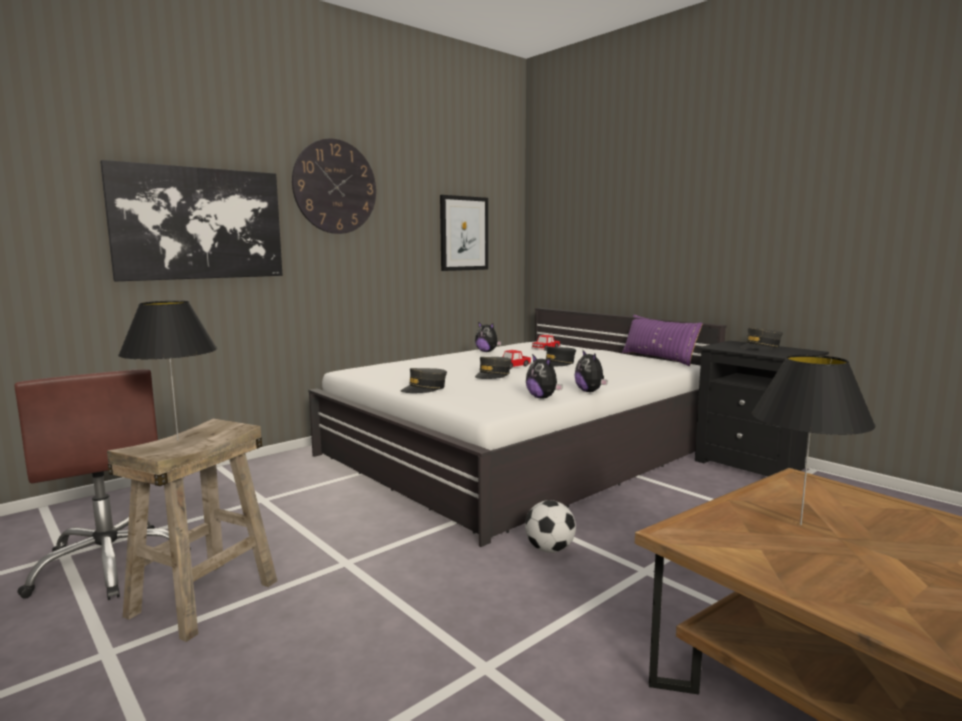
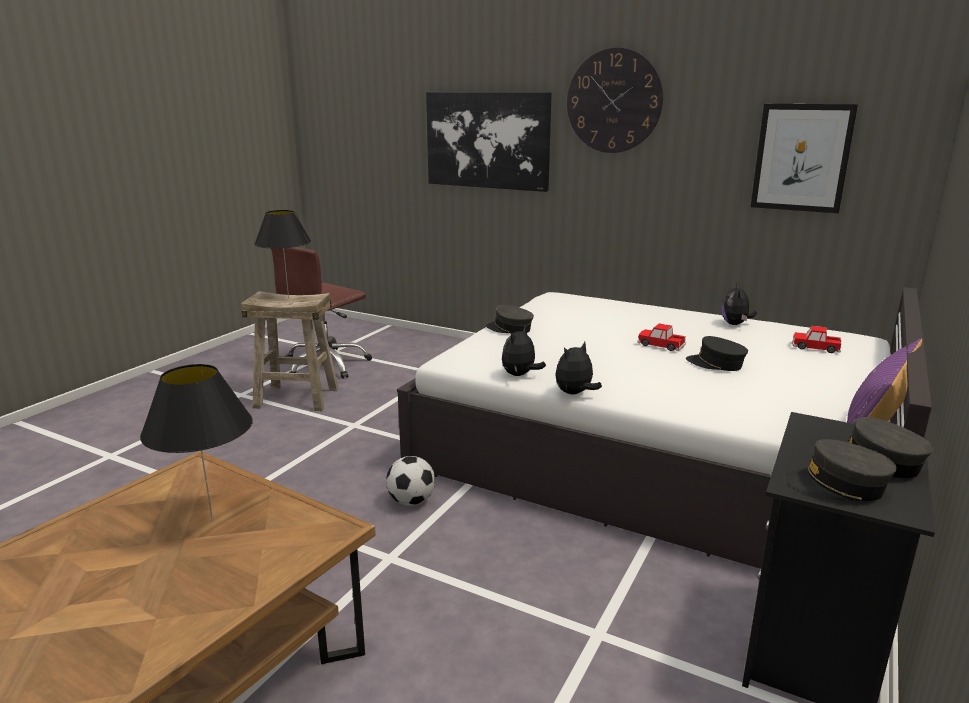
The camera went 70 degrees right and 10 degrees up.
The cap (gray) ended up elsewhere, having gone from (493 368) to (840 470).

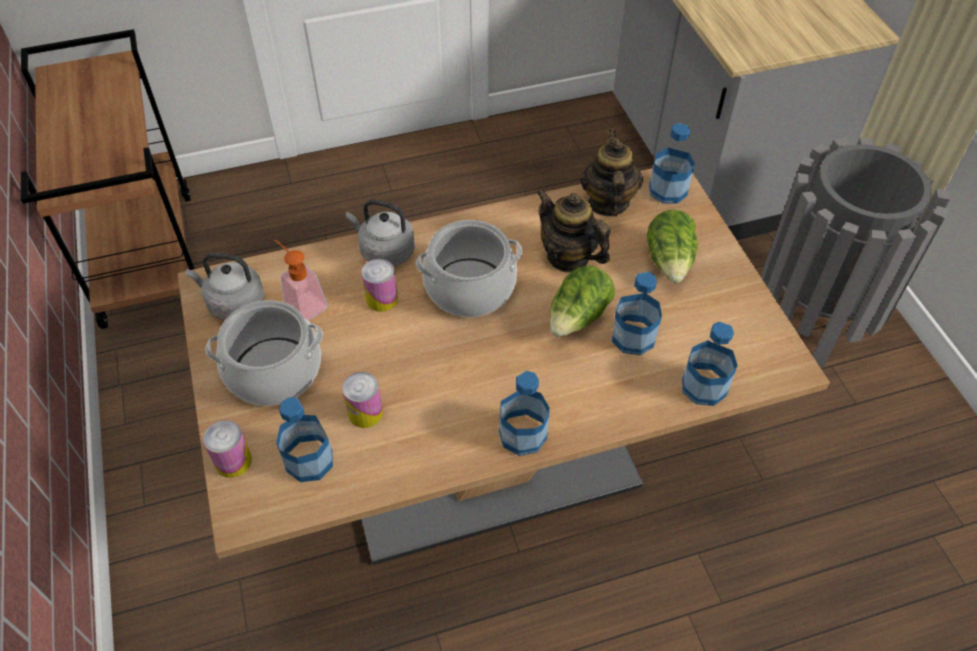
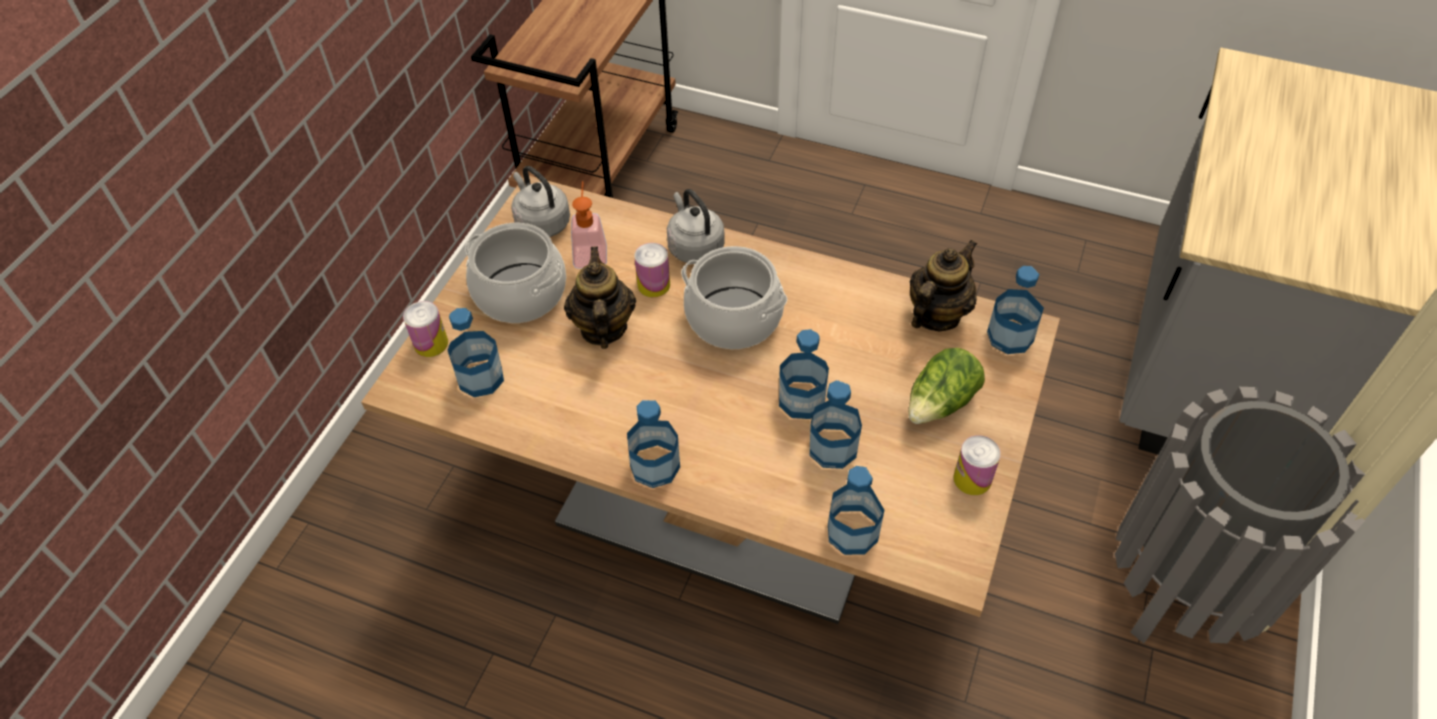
The camera went 40 degrees right and 0 degrees up.
The pot for tea ended up elsewhere, having gone from (573 231) to (600 297).
Where the lettuce stood at (582 301), the drink bottle came to stand at (804 374).
The can ended up elsewhere, having gone from (362 400) to (977 465).

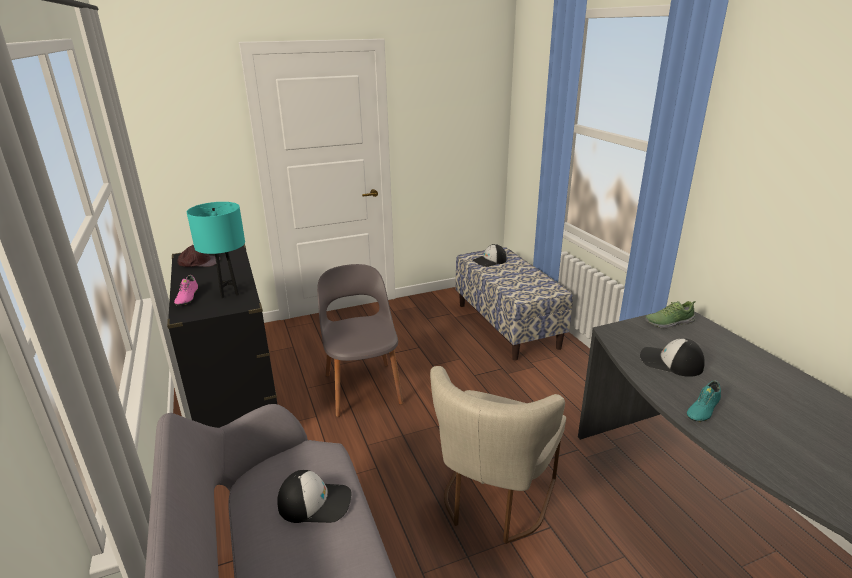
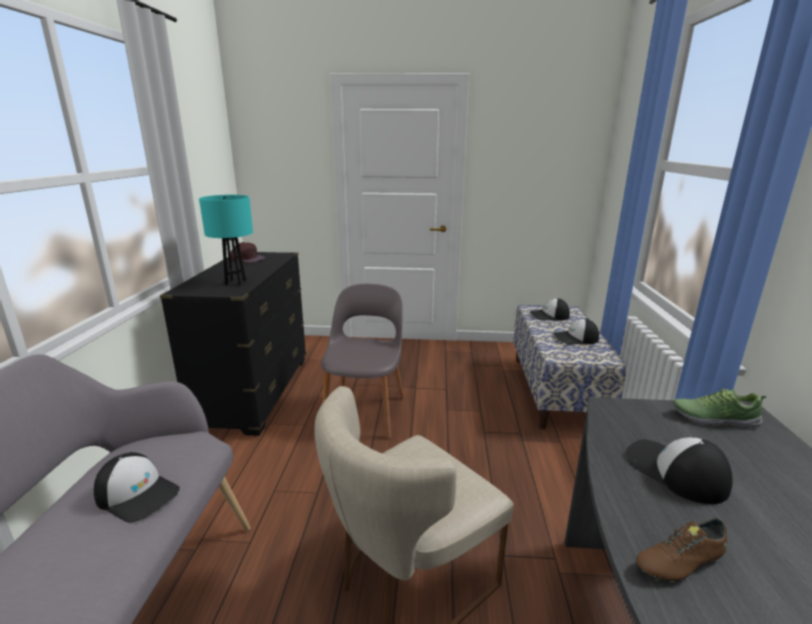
The camera went 25 degrees right and 5 degrees down.
The second view gained the cap at (576 331).
What was the low shoe (turquoise-coloured) at (704 401) turned into the low shoe (brown-coloured) at (681 550).
The second view lost the low shoe (pink-coloured) at (186 290).

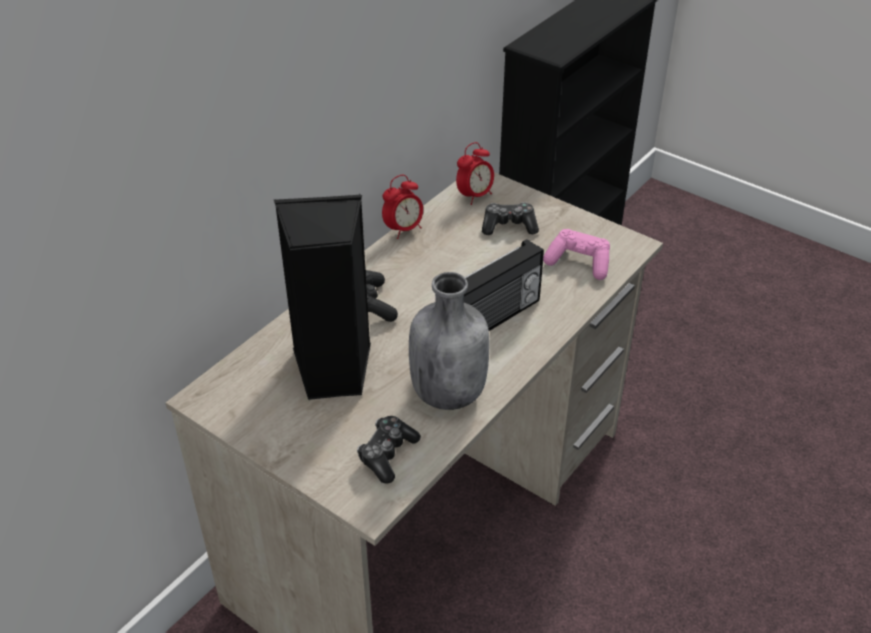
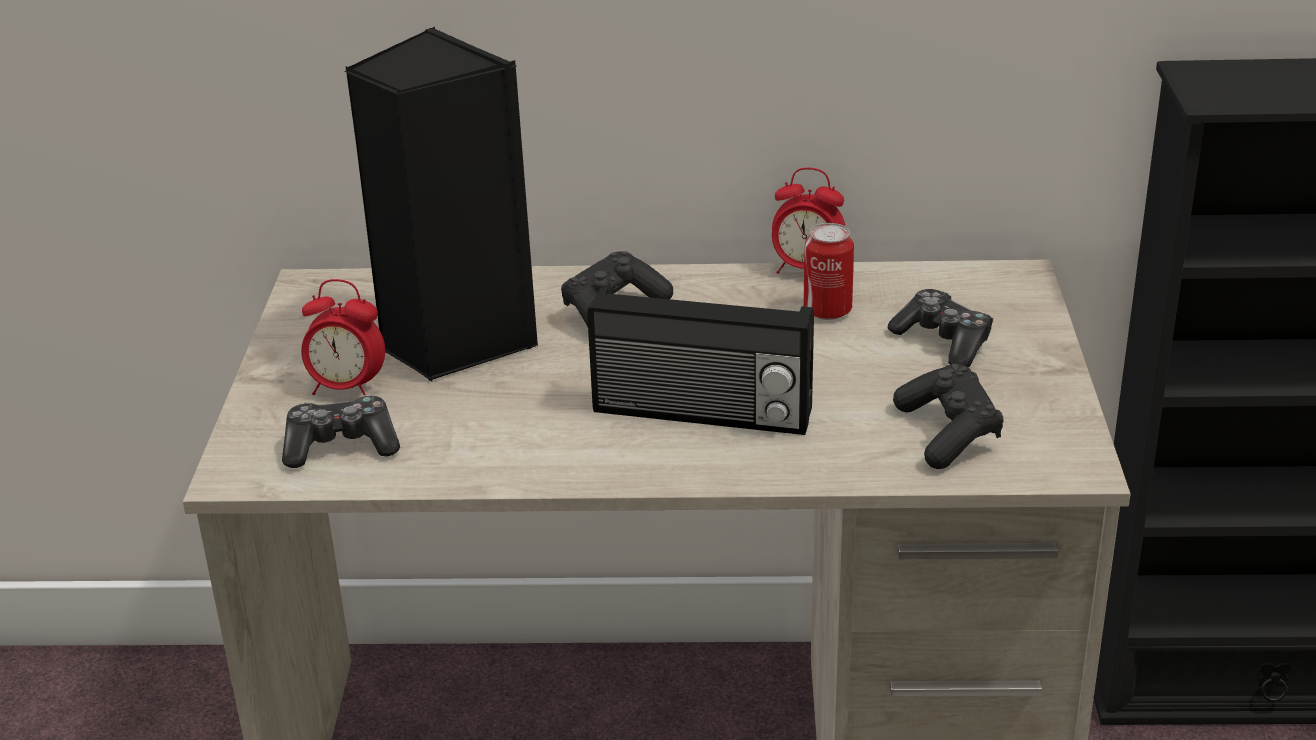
The camera went 55 degrees right and 10 degrees down.
The table clock ended up elsewhere, having gone from (475 173) to (343 337).
The second view gained the can at (828 271).
What was the joypad (pink-coloured) at (576 254) turned into the joypad (blackish) at (948 416).
The second view lost the drink bottle (gray) at (449 341).

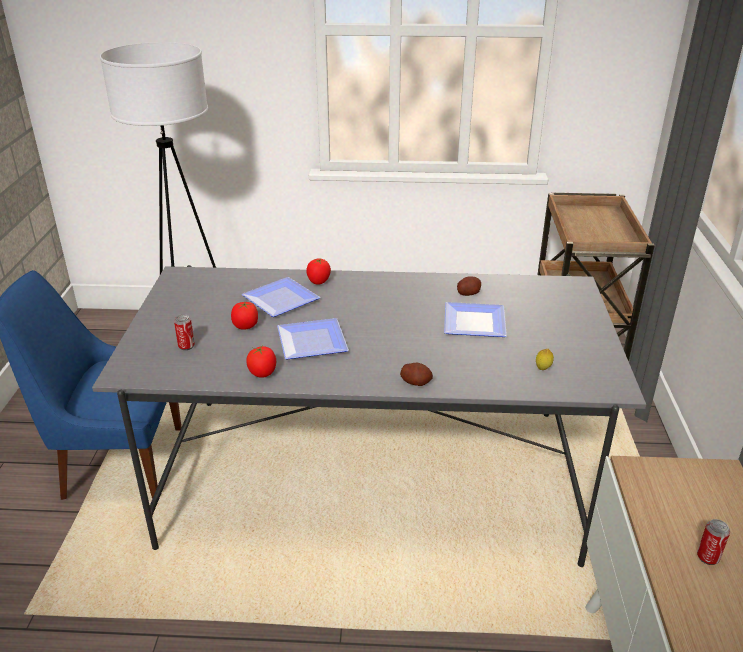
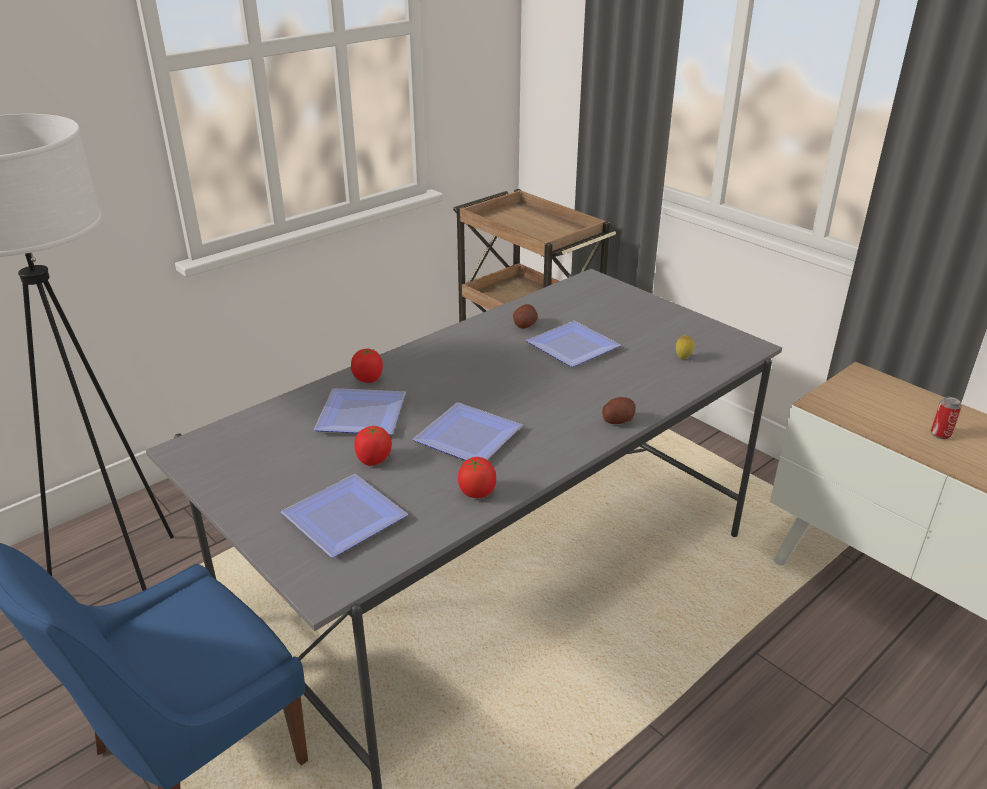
The camera went 45 degrees left and 0 degrees up.
Where the can stood at (184 332), the plate came to stand at (344 515).

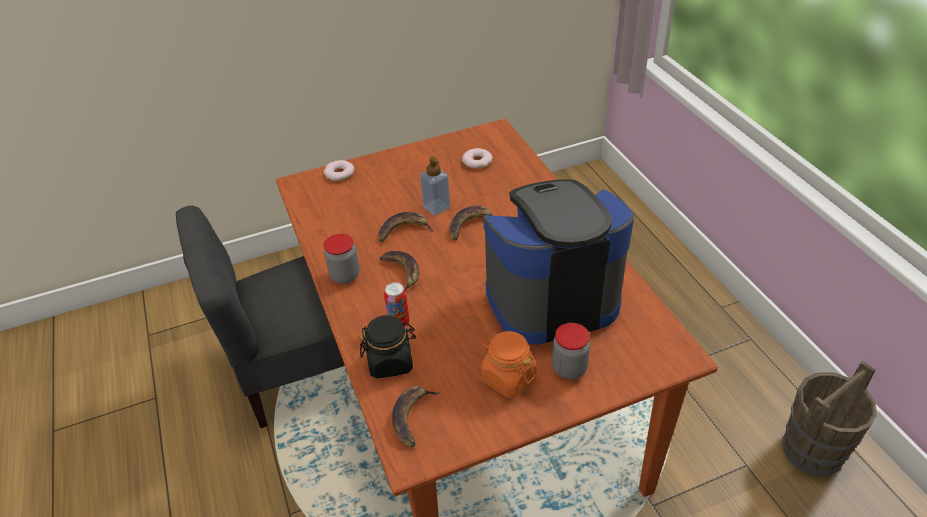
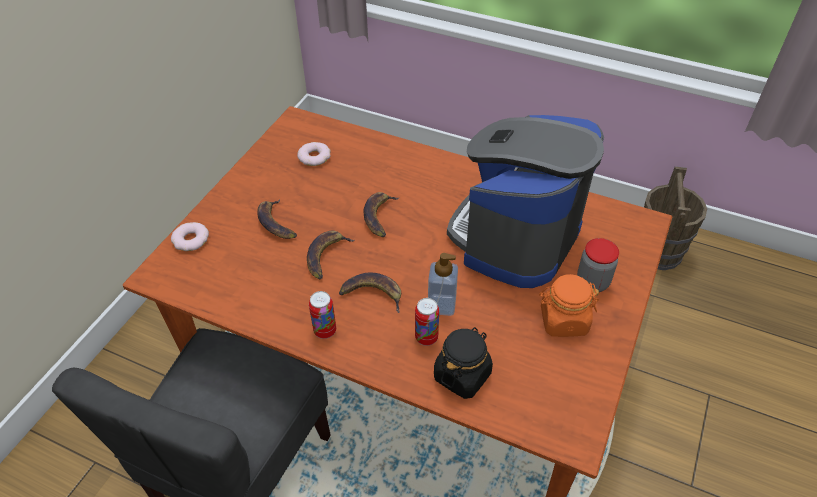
The camera went 45 degrees left and 5 degrees up.
The whole banana ended up elsewhere, having gone from (416 416) to (277 219).
Where the preserve jar stood at (341 259), the can came to stand at (322 315).
The soap bottle ended up elsewhere, having gone from (435 186) to (443 284).

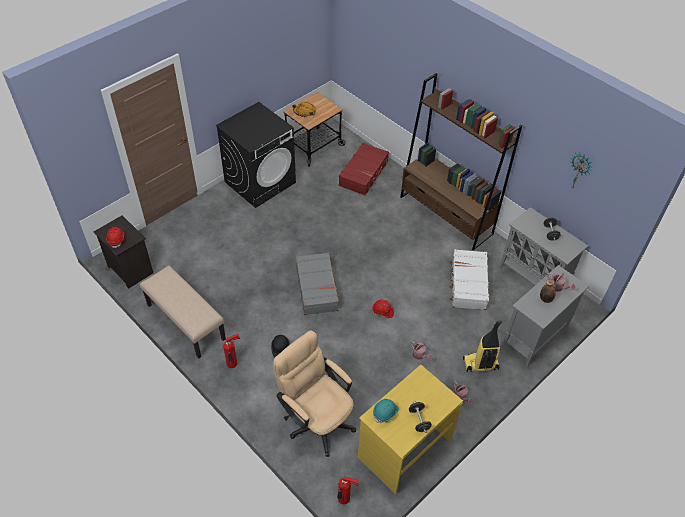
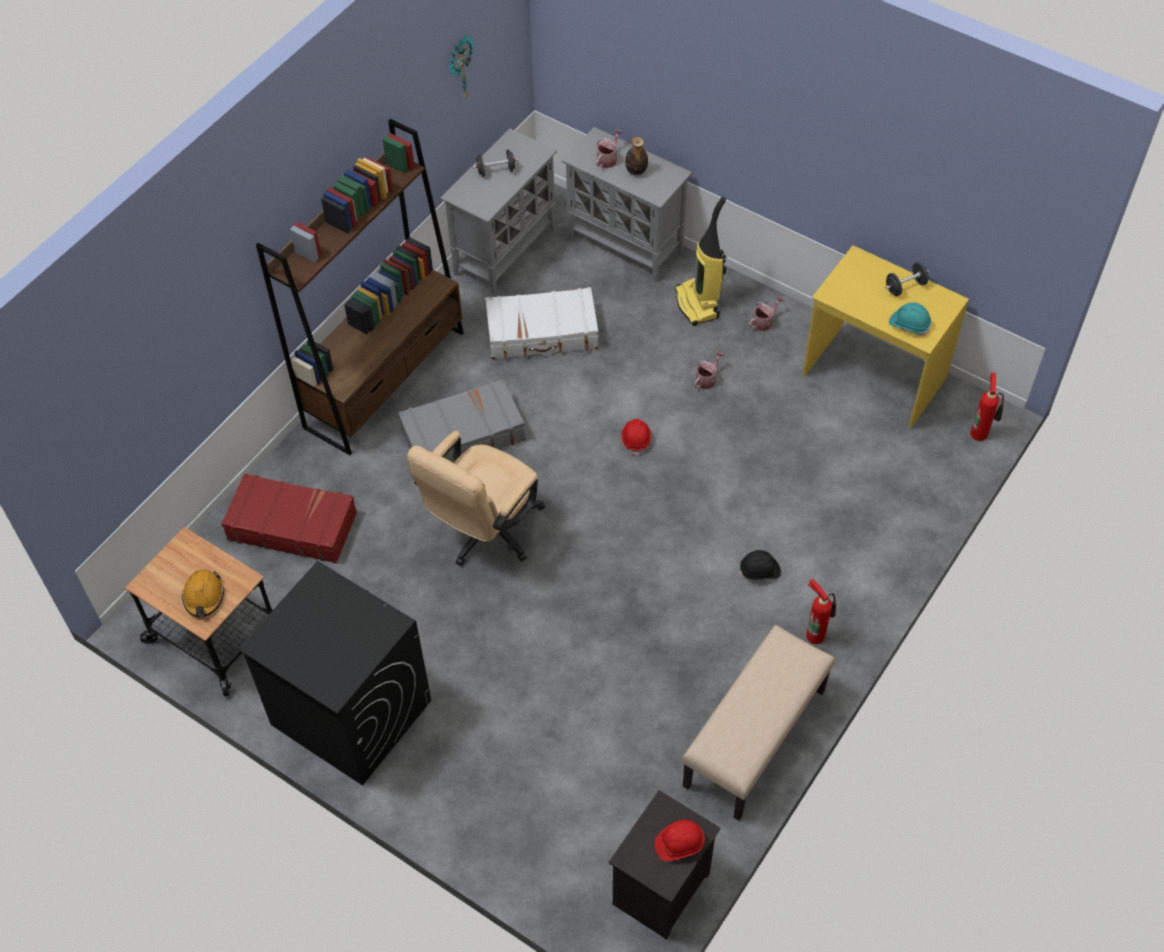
The camera went 100 degrees left and 5 degrees up.
The suitcase (gray) ended up elsewhere, having gone from (318 284) to (462 420).
The desk chair (sand-coloured) ended up elsewhere, having gone from (314 393) to (476 498).

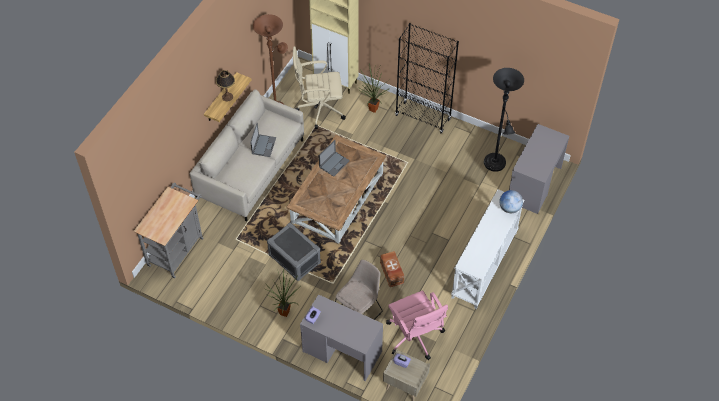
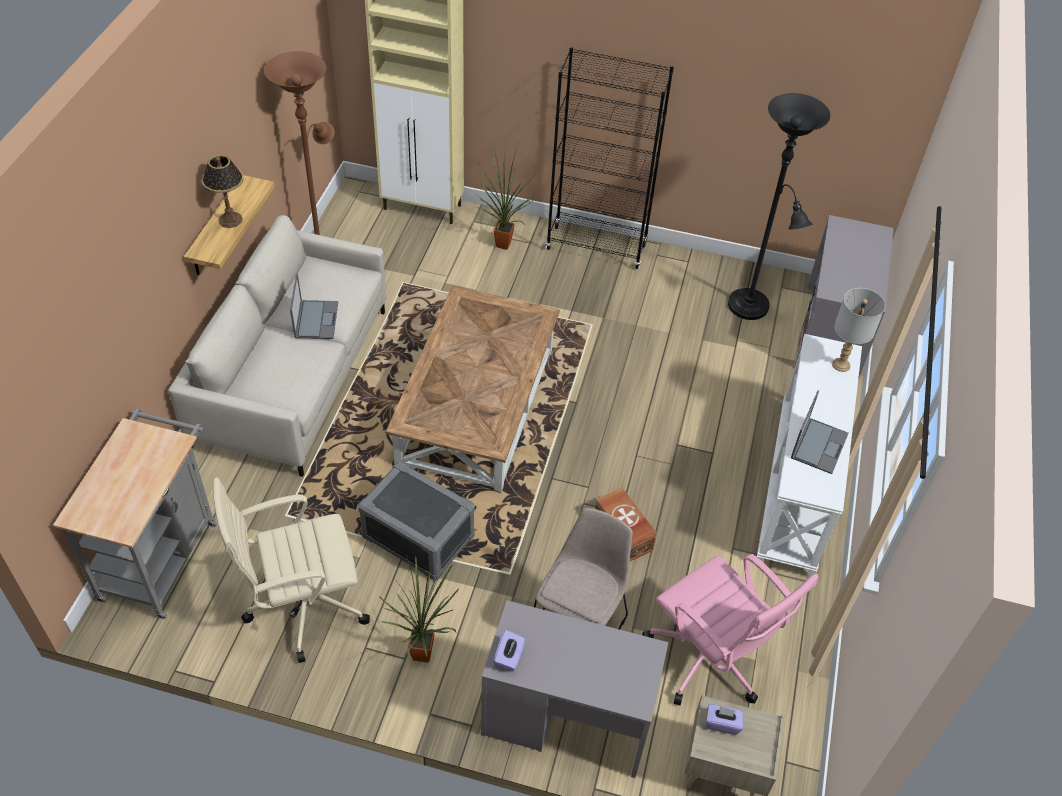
The camera went 15 degrees left and 5 degrees down.
The desk chair (sand-coloured) ended up elsewhere, having gone from (319 87) to (291 570).
The notebook computer ended up elsewhere, having gone from (334 158) to (819 432).
Where the desk globe stood at (511 201), the tabletop lamp (gray) came to stand at (858 330).

